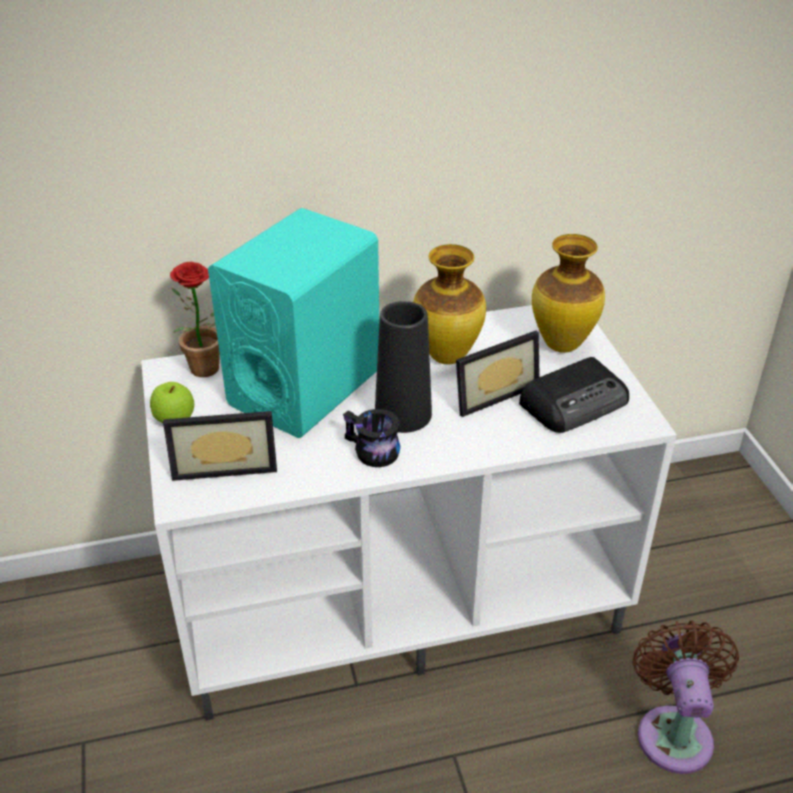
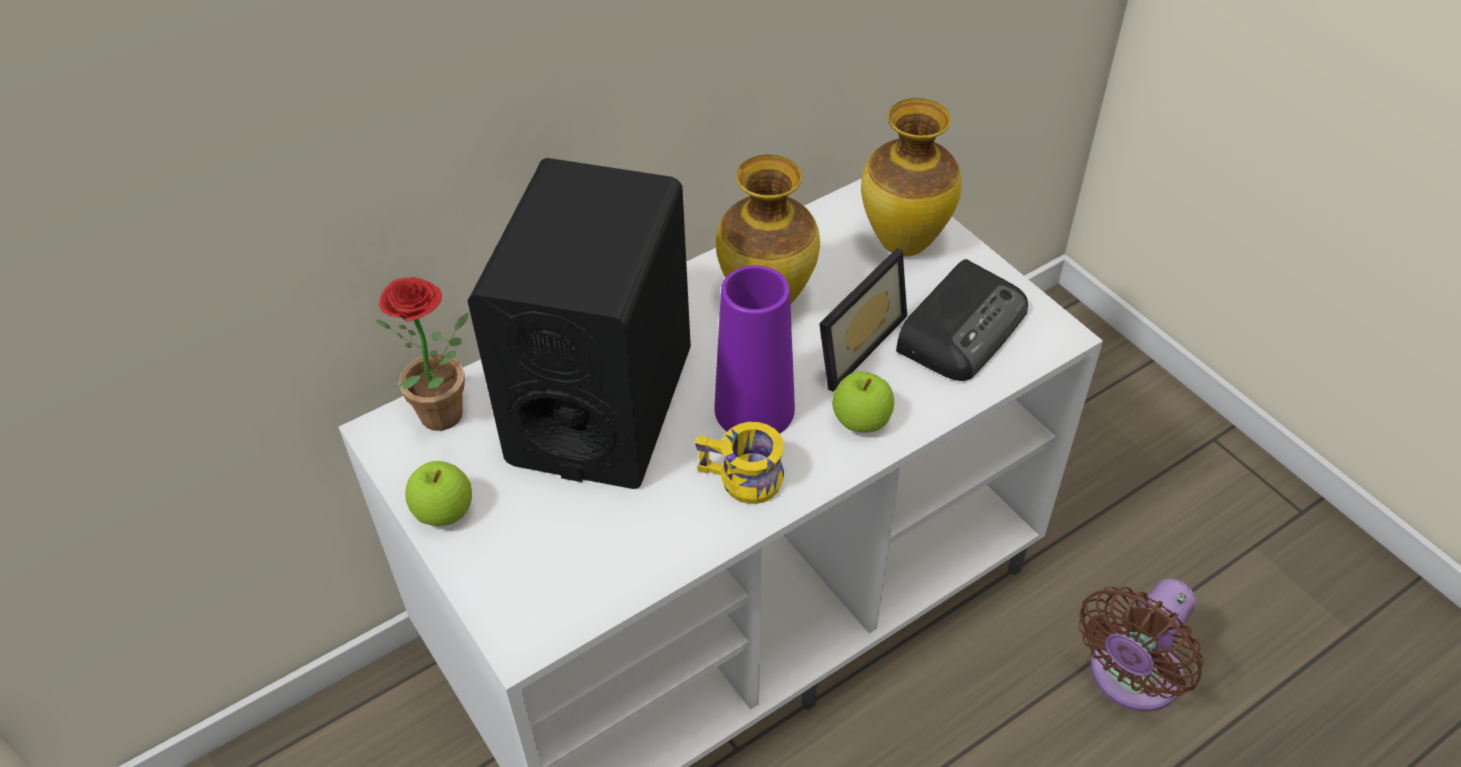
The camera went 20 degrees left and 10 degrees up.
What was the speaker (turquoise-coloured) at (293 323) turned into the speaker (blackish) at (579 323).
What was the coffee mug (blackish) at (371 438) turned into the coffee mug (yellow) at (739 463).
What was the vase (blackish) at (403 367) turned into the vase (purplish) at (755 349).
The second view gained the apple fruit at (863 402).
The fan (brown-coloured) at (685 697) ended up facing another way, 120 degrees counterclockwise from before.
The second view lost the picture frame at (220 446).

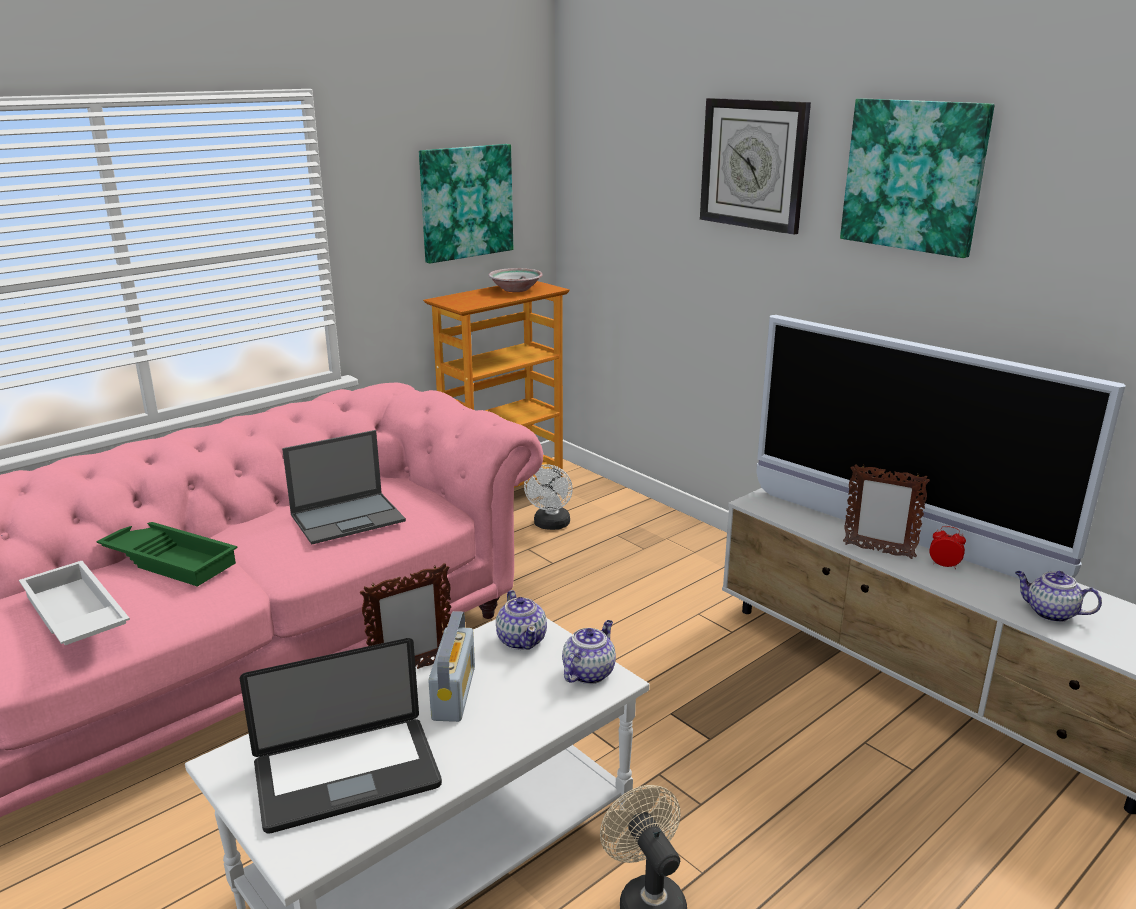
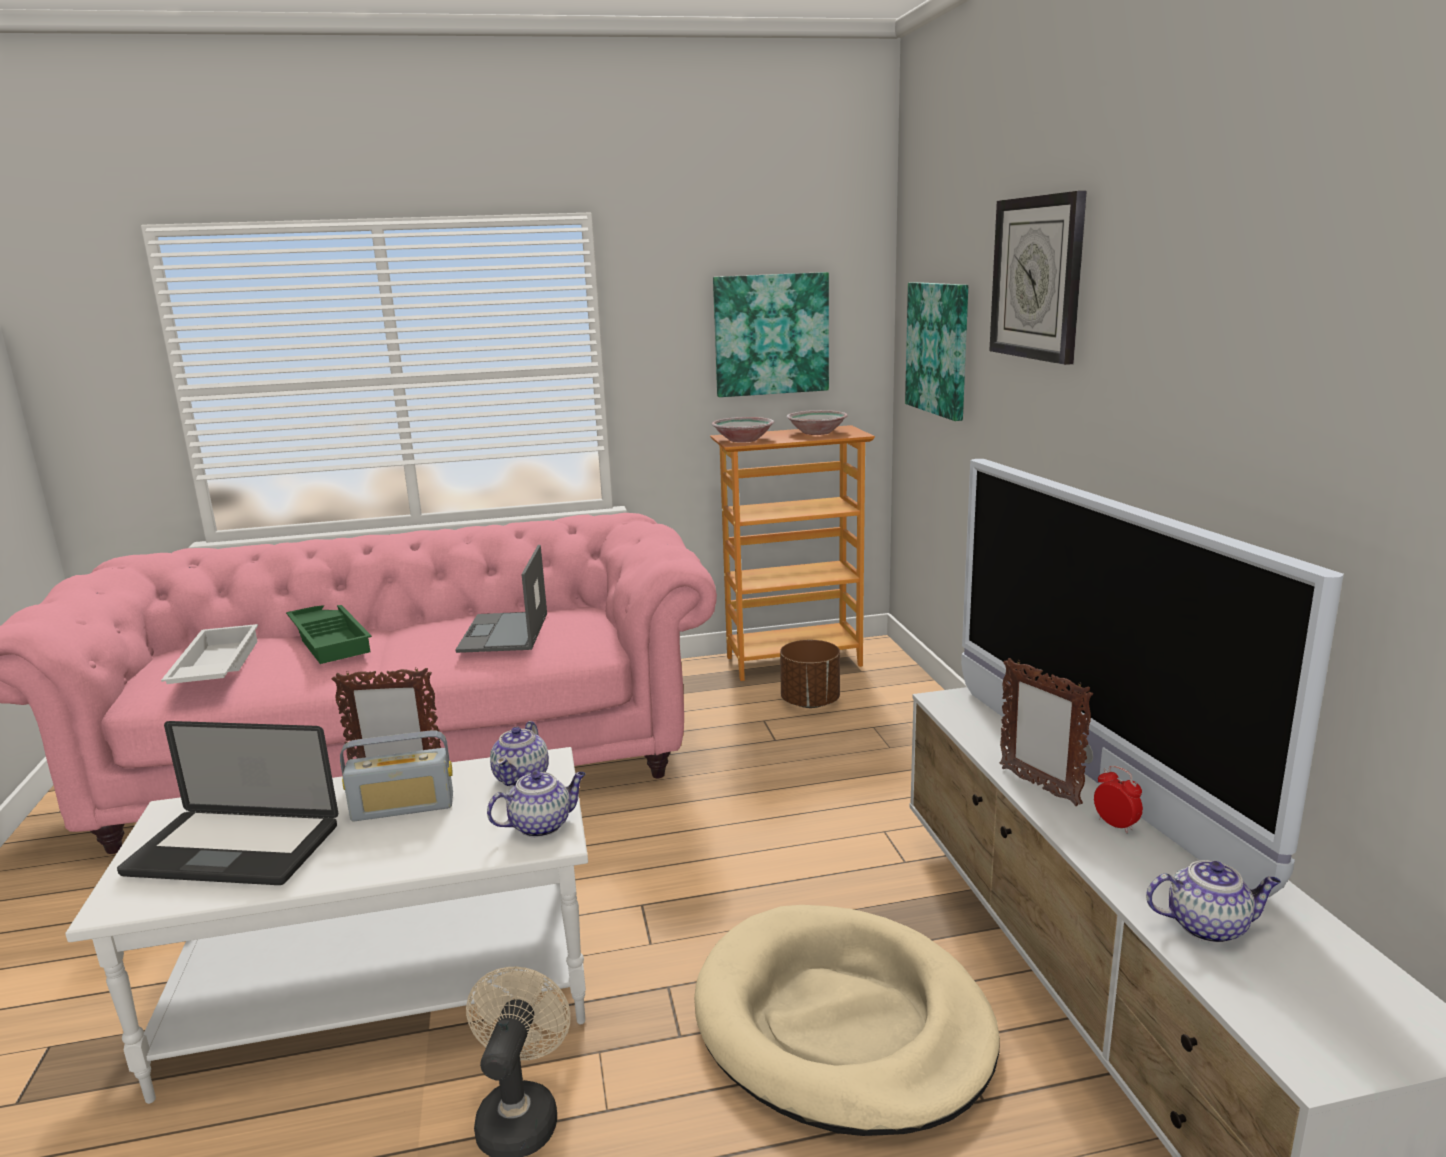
The camera went 30 degrees right and 5 degrees down.
The radio set at (452 666) ended up facing another way, 45 degrees clockwise from before.
The notebook computer at (344 487) ended up facing another way, 90 degrees clockwise from before.
The second view gained the pet bed (sand-coloured) at (847 1020).
The second view gained the serving bowl at (743 430).
Where the fan (white) stood at (548 497), the plant pot (brown-coloured) came to stand at (810 674).
The picture ended up elsewhere, having gone from (917 178) to (936 351).
The pot for tea at (1058 596) ended up facing another way, 120 degrees clockwise from before.

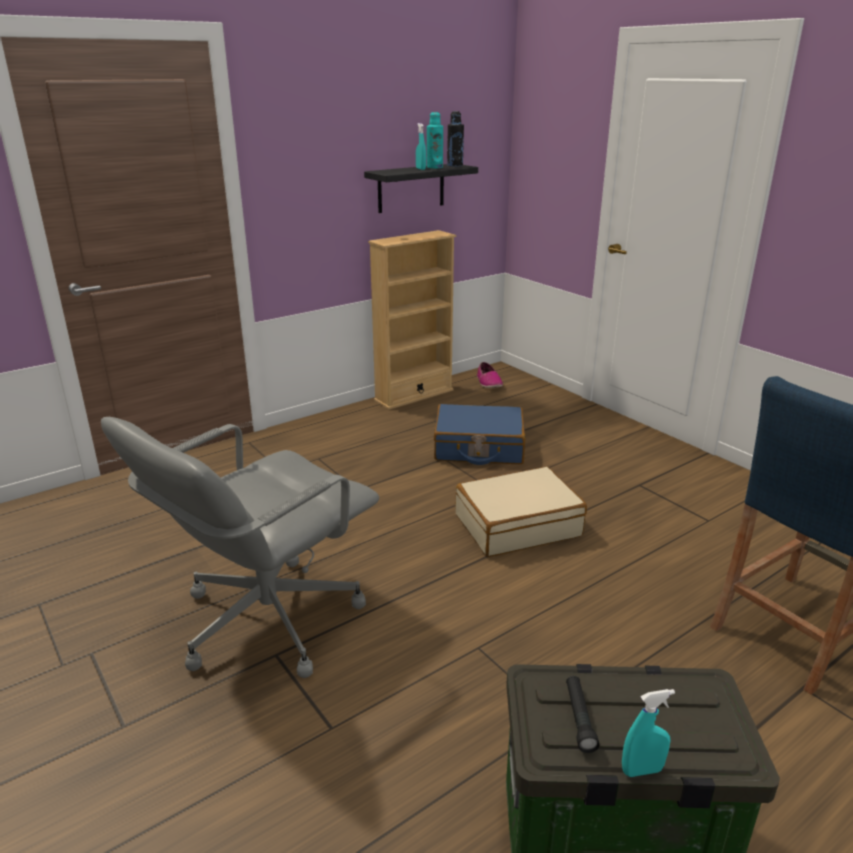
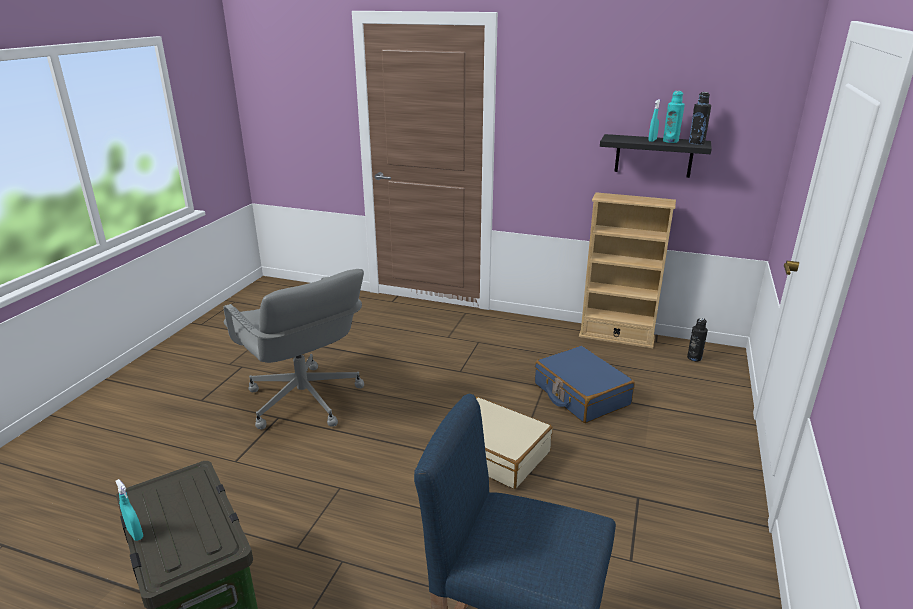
The camera went 55 degrees right and 0 degrees up.
The desk chair (gray) at (240 547) ended up facing another way, 135 degrees counterclockwise from before.
Where the low shoe stood at (490 375), the drink bottle (blackish) came to stand at (697 339).
The second view lost the hand torch (blackish) at (582 714).

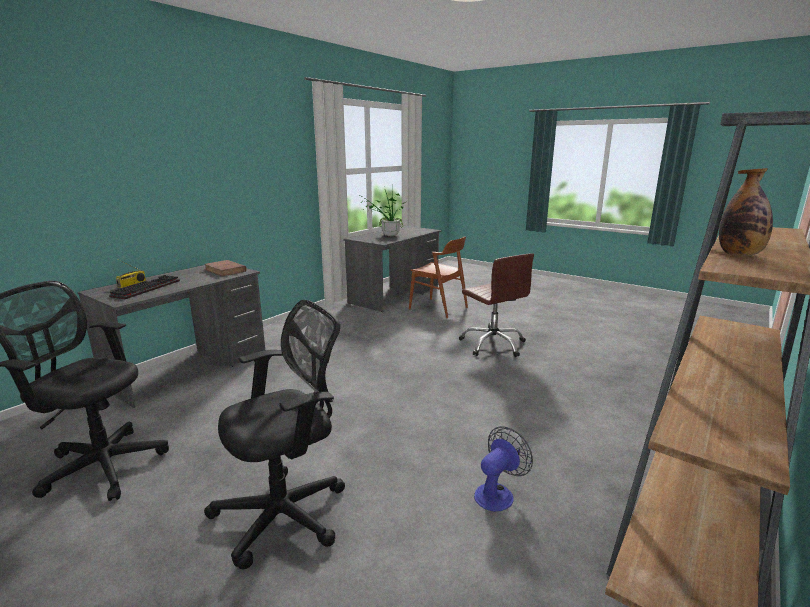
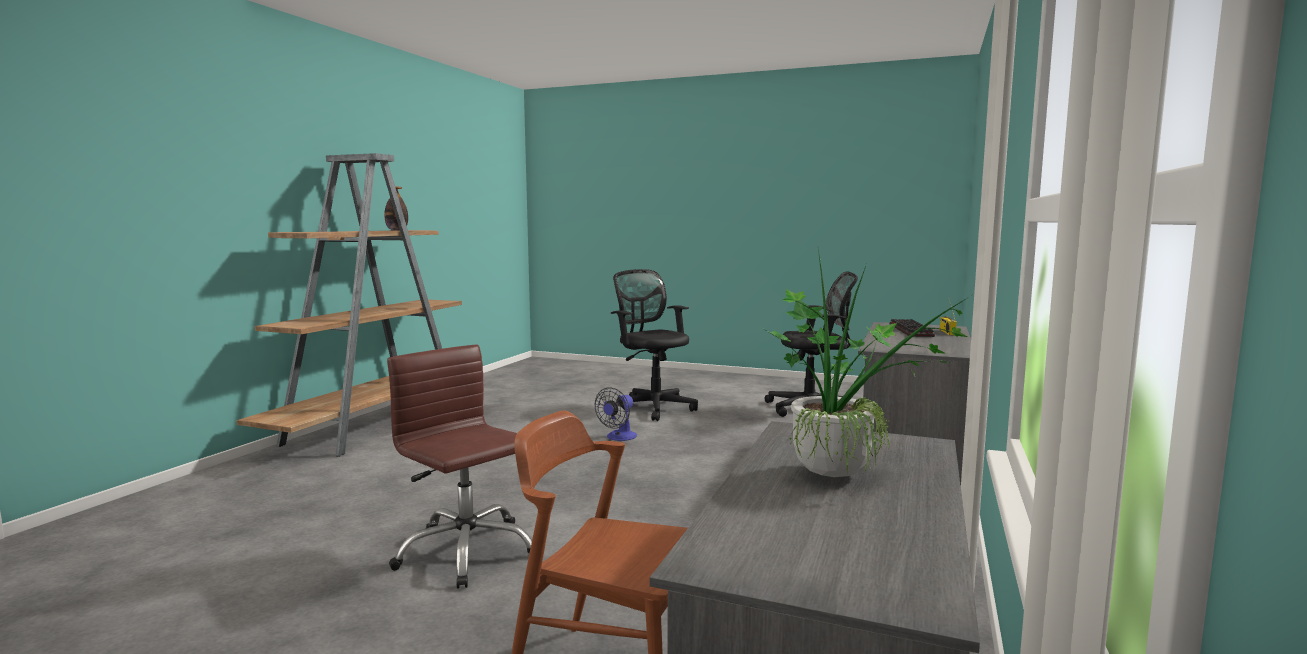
The camera went 165 degrees right and 10 degrees down.
The fan ended up elsewhere, having gone from (503 469) to (616 414).
The desk chair (blackish) at (274 434) ended up facing another way, 105 degrees clockwise from before.
The second view lost the volume (brown-coloured) at (225 268).

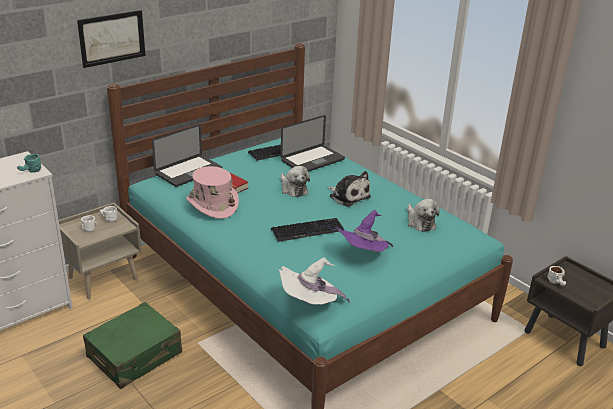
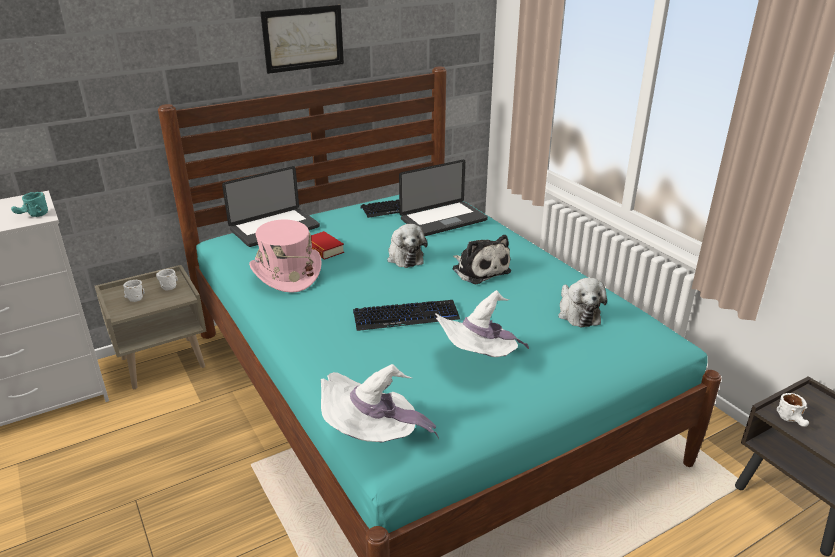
The camera went 10 degrees right and 0 degrees up.
The picture ended up elsewhere, having gone from (111 39) to (302 39).
What was the hat (purplish) at (364 231) turned into the hat (white) at (482 323).
The second view lost the suitcase (greenish) at (132 345).

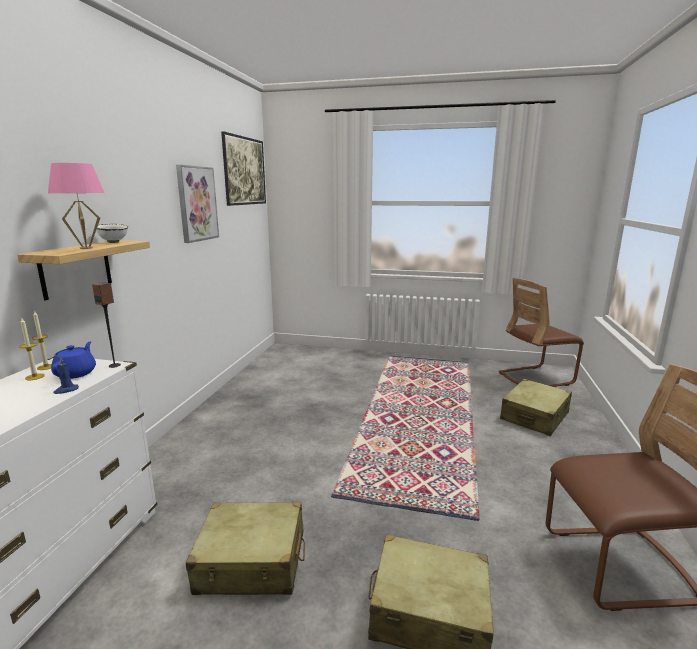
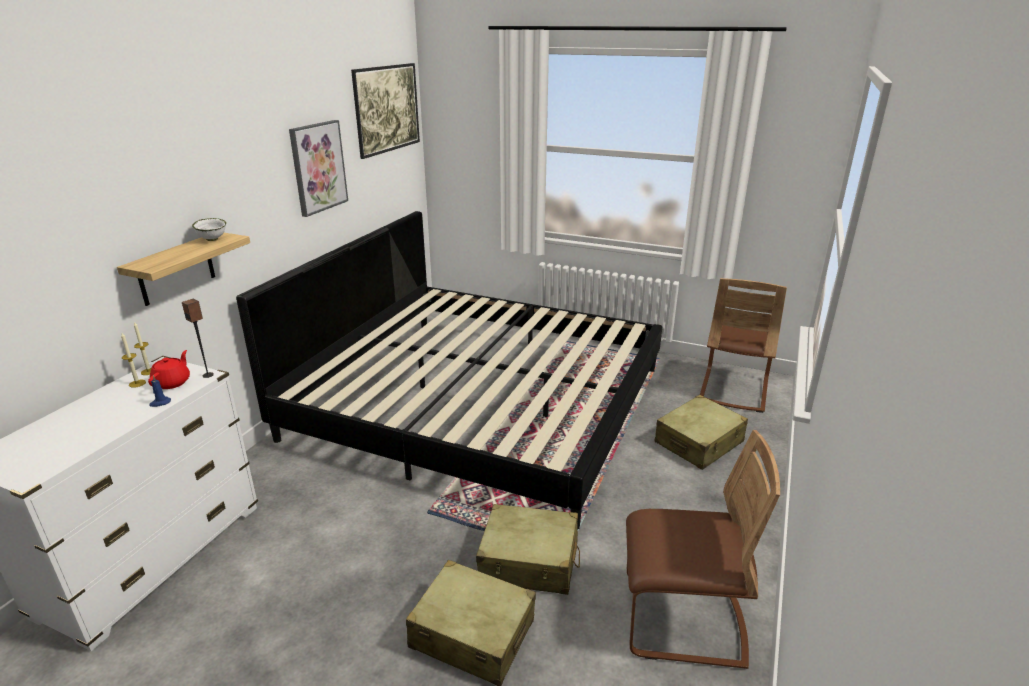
The camera went 10 degrees right and 10 degrees up.
What was the pot for tea (blue) at (73 360) turned into the pot for tea (reddish) at (169 369).
The second view gained the bed at (449 370).
The suitcase (sand-coloured) ended up elsewhere, having gone from (245 548) to (528 549).
The chair (brown-coloured) at (541 332) ended up facing another way, 60 degrees counterclockwise from before.
The second view lost the tabletop lamp (pink-coloured) at (76 206).

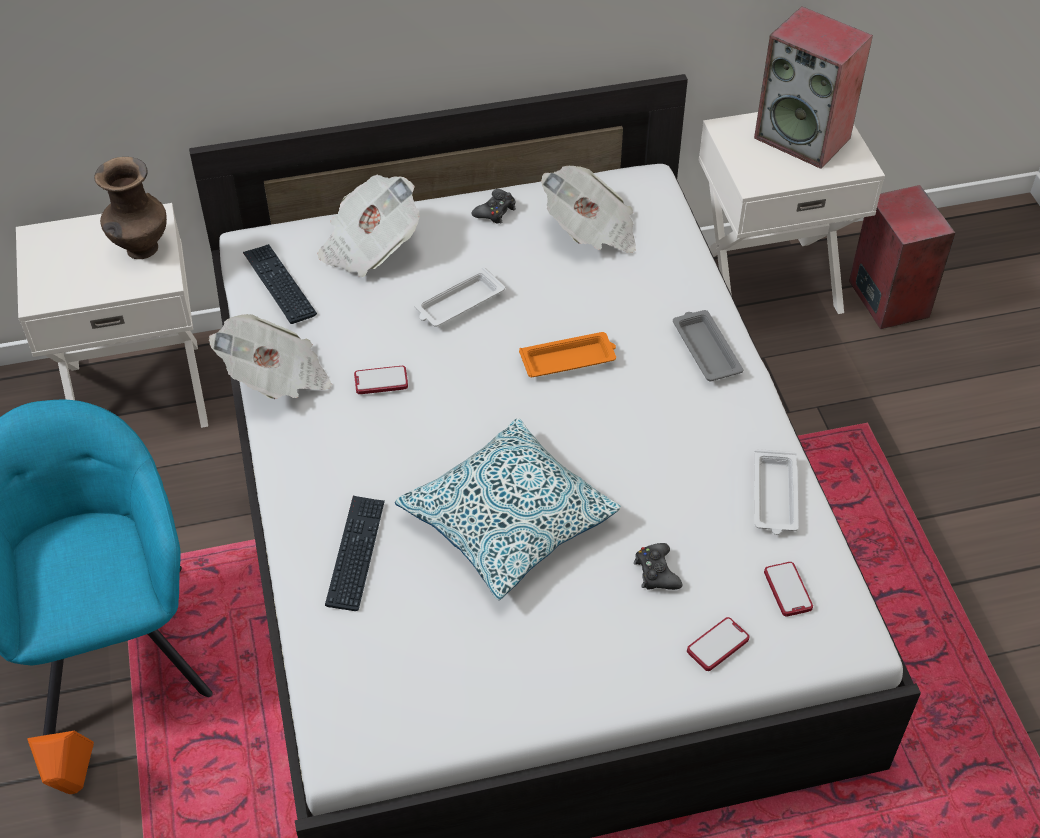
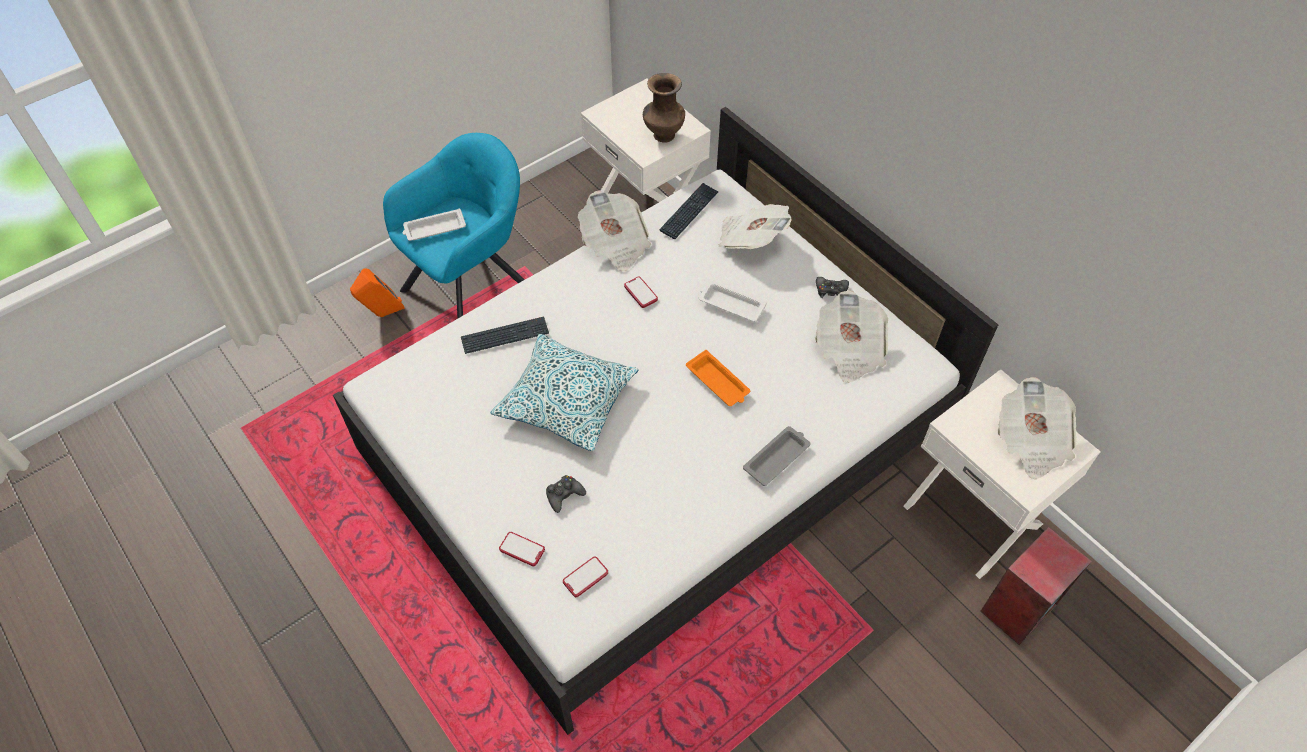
The camera went 65 degrees right and 5 degrees up.
The carrying tray (white) ended up elsewhere, having gone from (776 492) to (434 225).
Where the speaker stood at (813 87), the printed paper came to stand at (1037 428).

